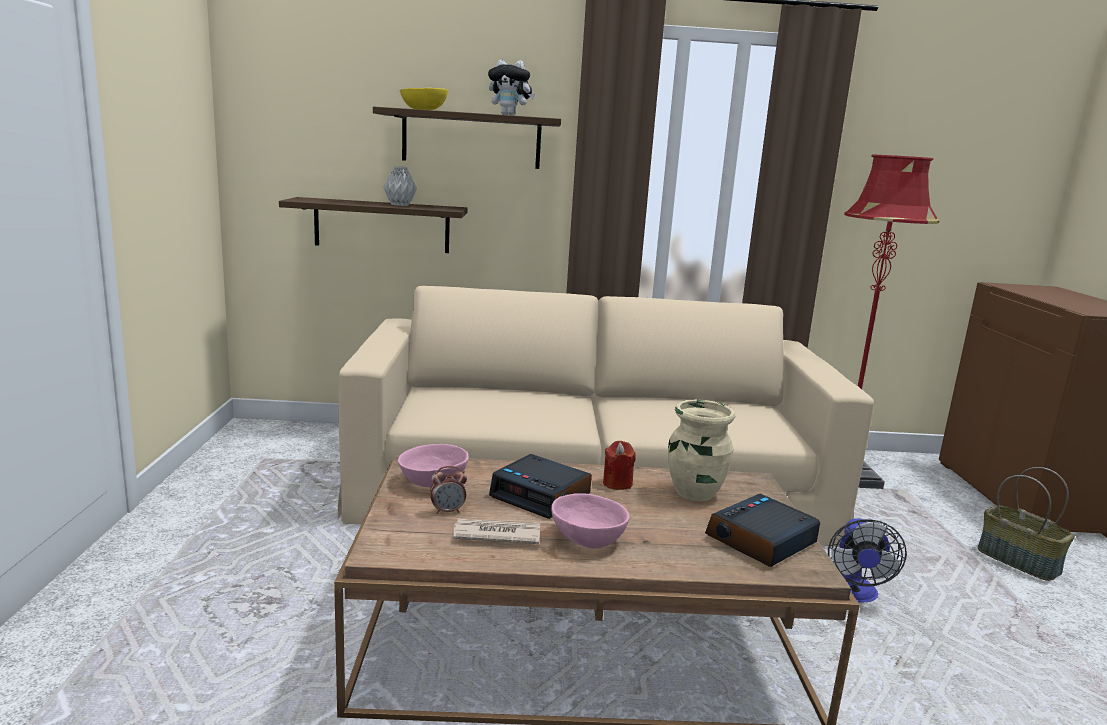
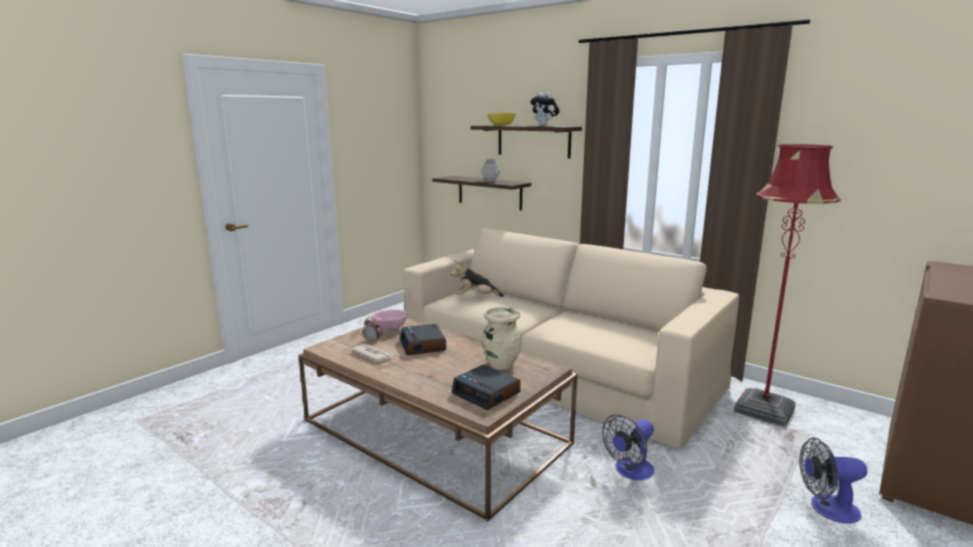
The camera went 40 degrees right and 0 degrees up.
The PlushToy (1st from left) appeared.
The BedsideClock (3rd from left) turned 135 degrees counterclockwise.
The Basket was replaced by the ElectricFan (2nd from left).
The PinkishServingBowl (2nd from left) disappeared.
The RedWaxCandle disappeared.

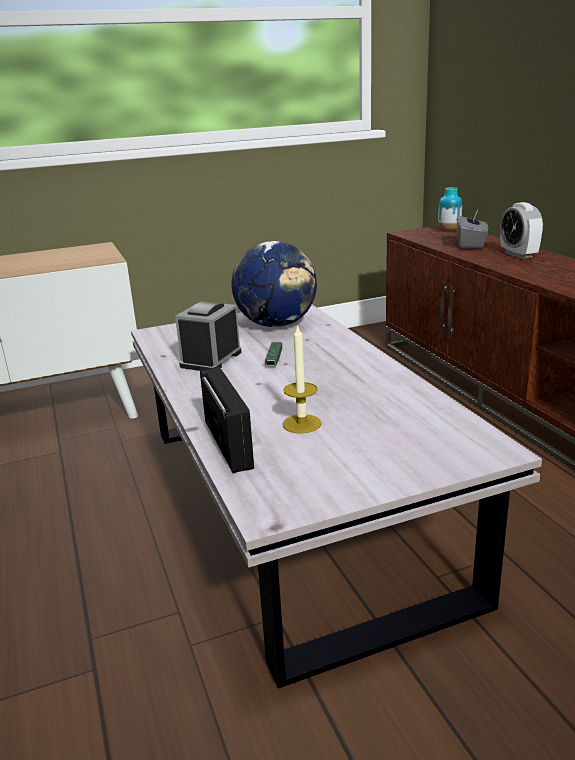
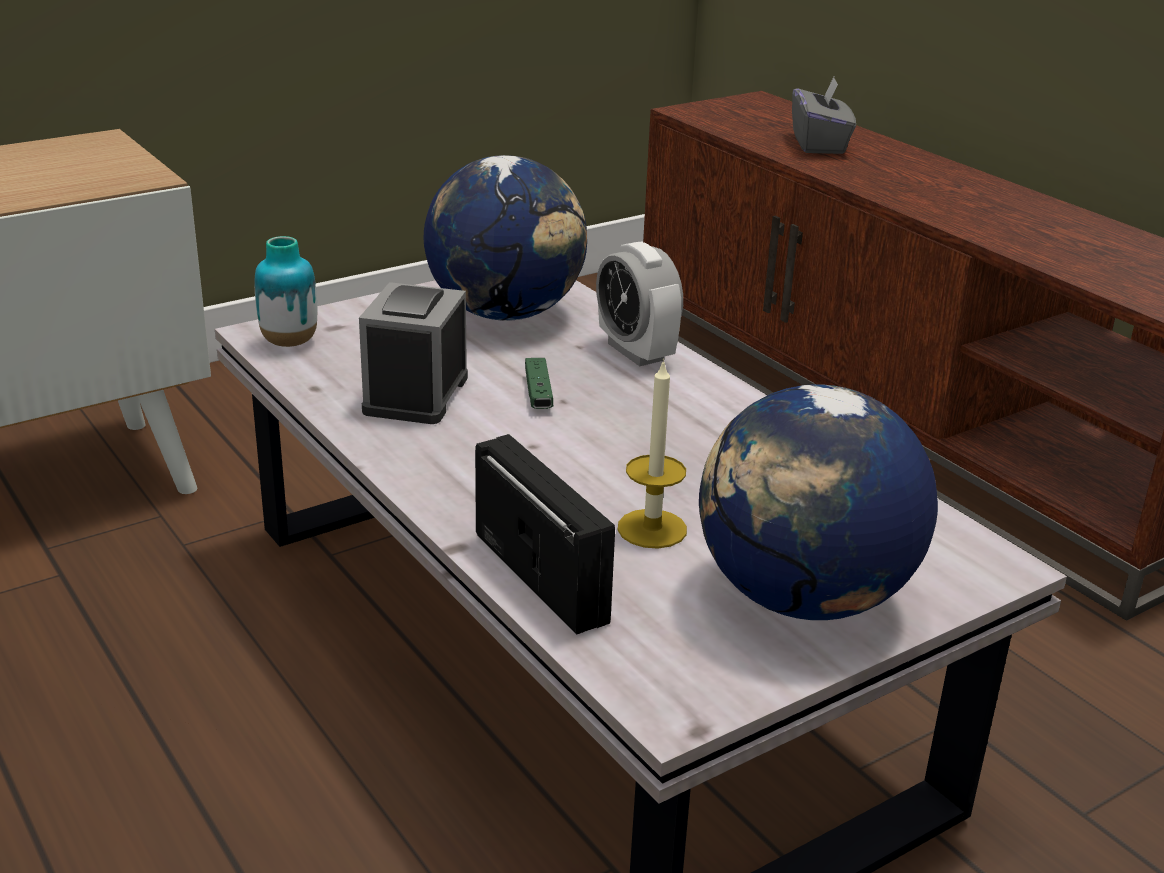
The camera went 15 degrees left and 5 degrees up.
The FlowerVase moved.
The BedsideClock (2nd from left) moved.
The DeskGlobe (2nd from left) appeared.

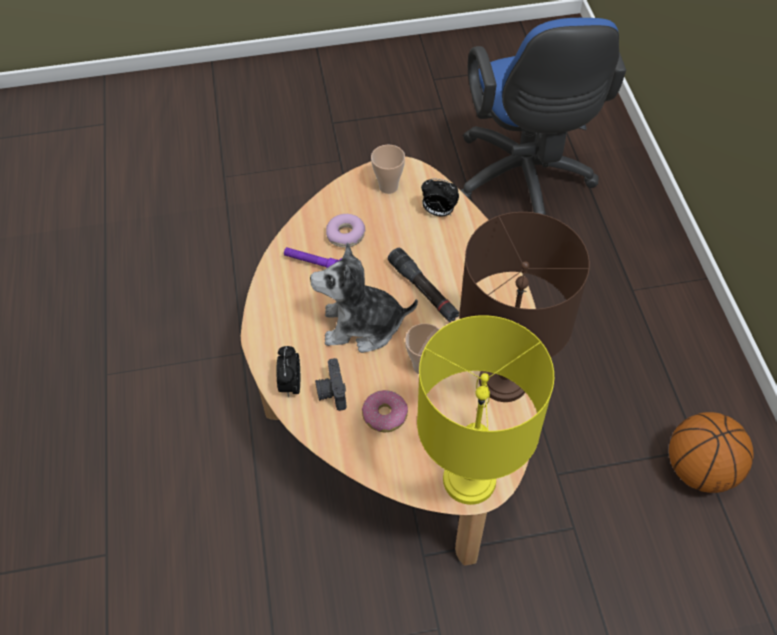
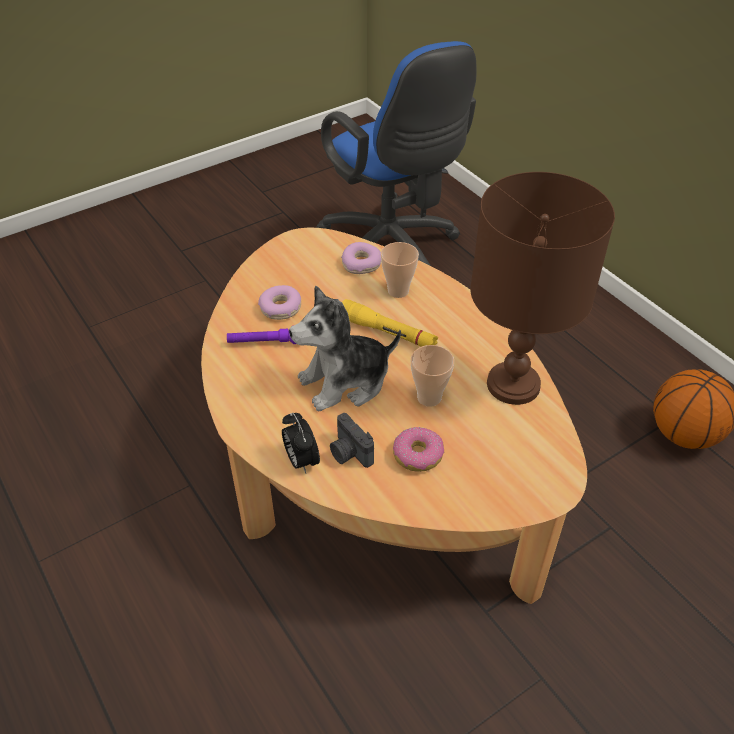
The camera went 25 degrees left and 10 degrees down.
The BedsideClock (2nd from left) was replaced by the Doughnut (2nd from left).
The BlackishHandTorch became the YellowColouredHandTorch.
The DrinkingCup (1st from left) moved.
The YellowColouredTableLamp disappeared.

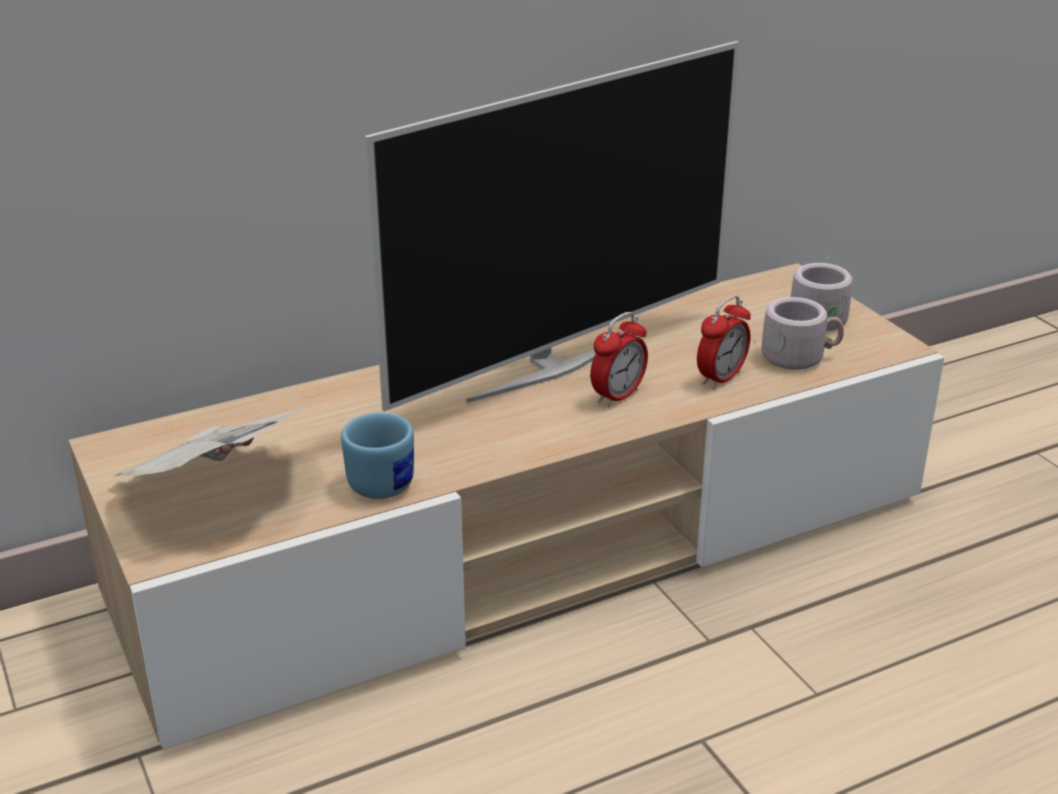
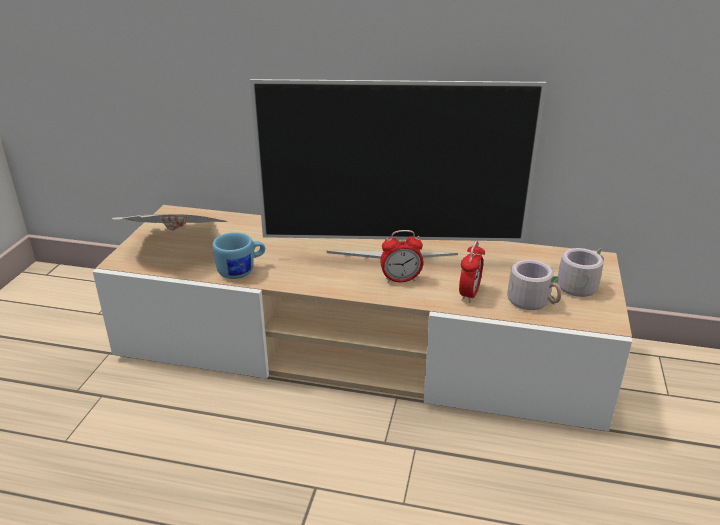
The camera went 40 degrees right and 0 degrees up.
The BedsideClock (2nd from left) turned 60 degrees counterclockwise.

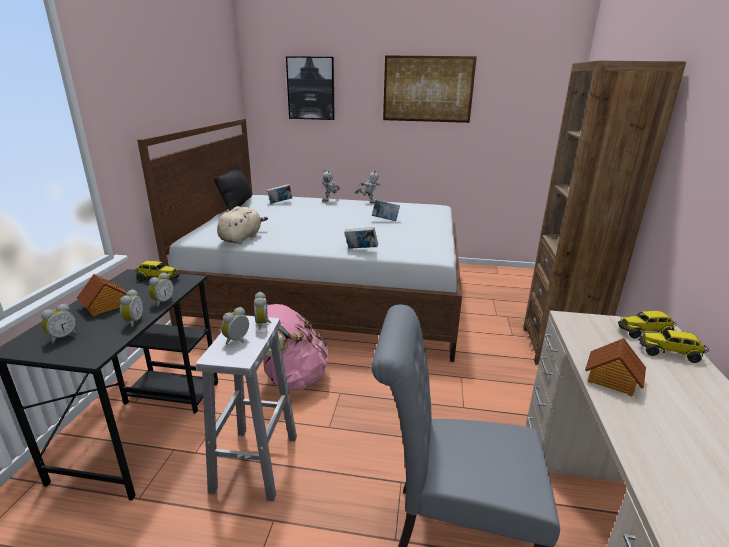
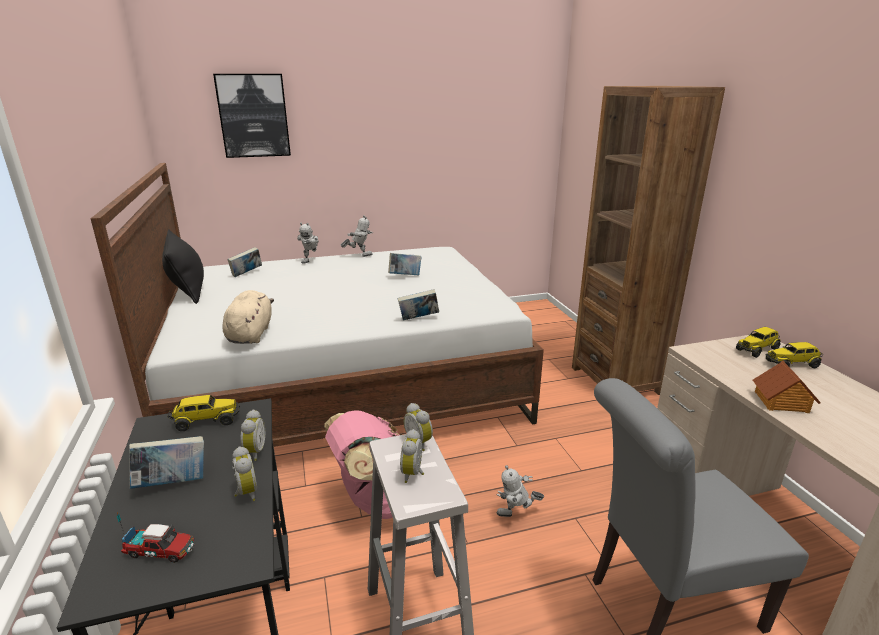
The camera went 25 degrees left and 0 degrees up.
The BedsideClock (1st from left) was replaced by the ToyTruck (1st from left).
The ToyHouse (1st from left) was replaced by the Book (1st from left).
The RobotFigure (3rd from left) appeared.
The WallArt (2nd from left) disappeared.

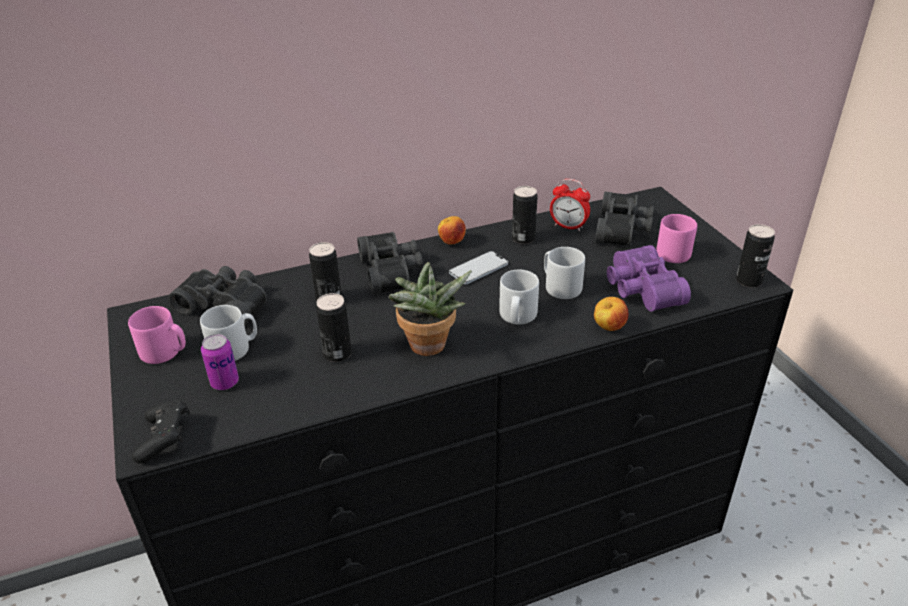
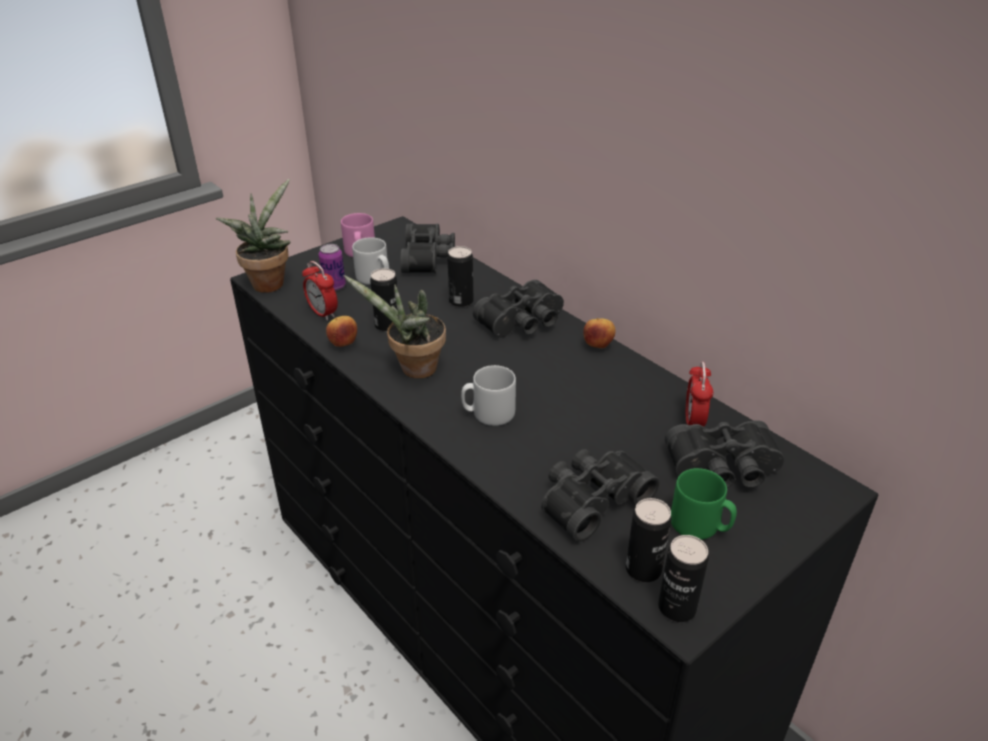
The camera went 70 degrees right and 0 degrees up.
The BlackishJoypad was replaced by the Houseplant (1st from left).
The BedsideClock (1st from left) appeared.
The AppleFruit (2nd from left in the first image) moved.
The PurpleColouredFieldGlasses became the BlackishFieldGlasses (3rd from left).
The Can (4th from left) moved.
The PinkishCoffeeMug (2nd from left) became the GreenCoffeeMug.
The Phone disappeared.
The GrayCoffeeMug (3rd from left) disappeared.

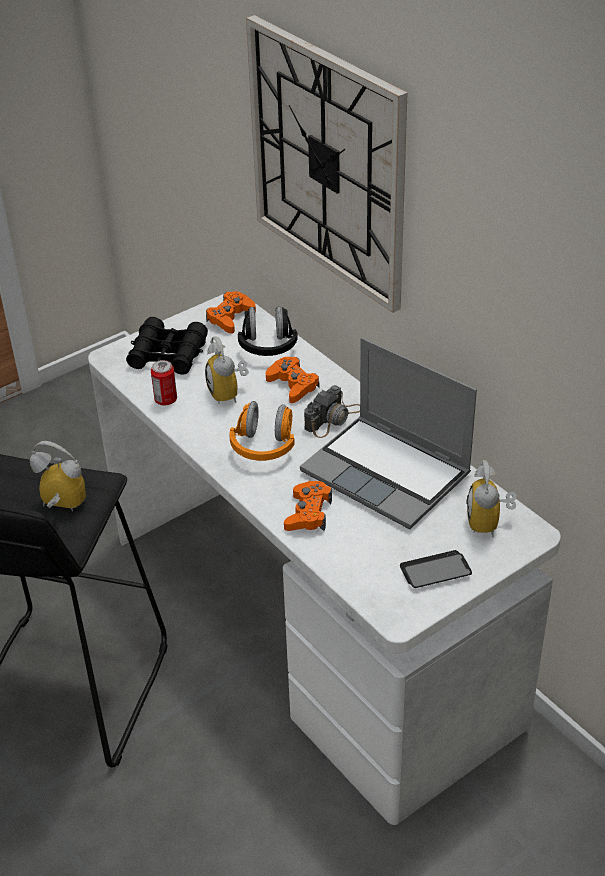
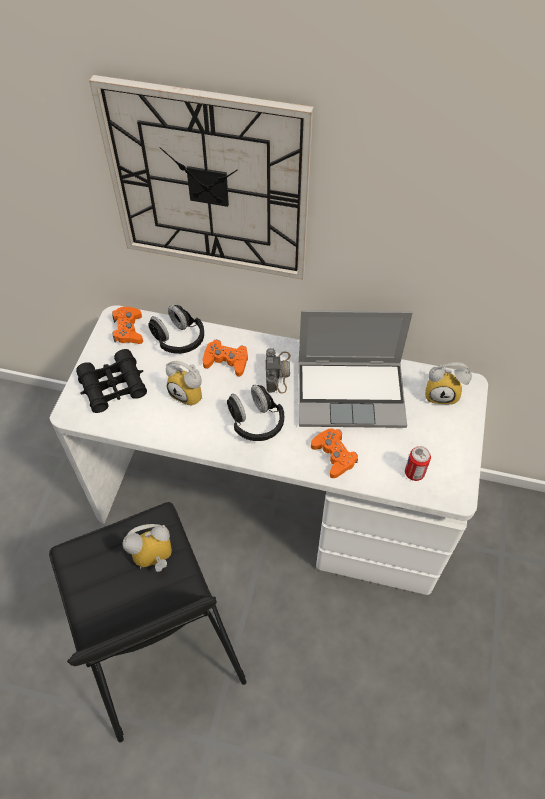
The camera went 40 degrees left and 15 degrees up.
The OrangeHeadset became the BlackishHeadset (2nd from left).
The Can moved.
The BedsideClock (3rd from left) turned 45 degrees counterclockwise.
The Phone disappeared.

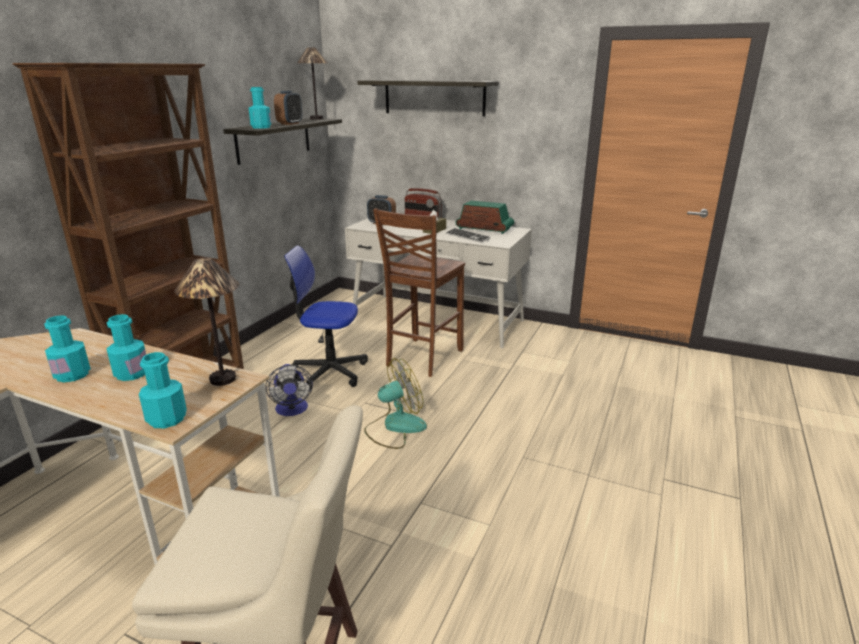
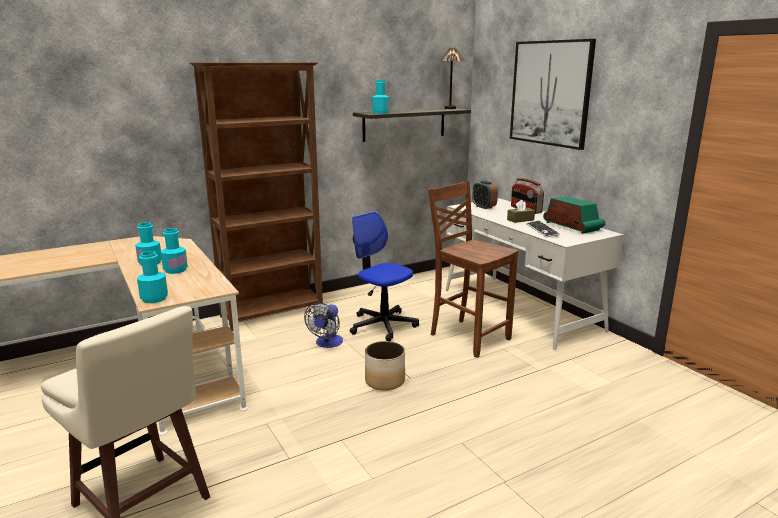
The camera went 35 degrees right and 5 degrees down.
The ElectricFan (2nd from left) was replaced by the PlantPot.
The BrownishUprightChair turned 75 degrees clockwise.
The WallShelf (2nd from left) was replaced by the WallArt.
The TableLamp (1st from left) disappeared.
The BedsideClock (1st from left) disappeared.

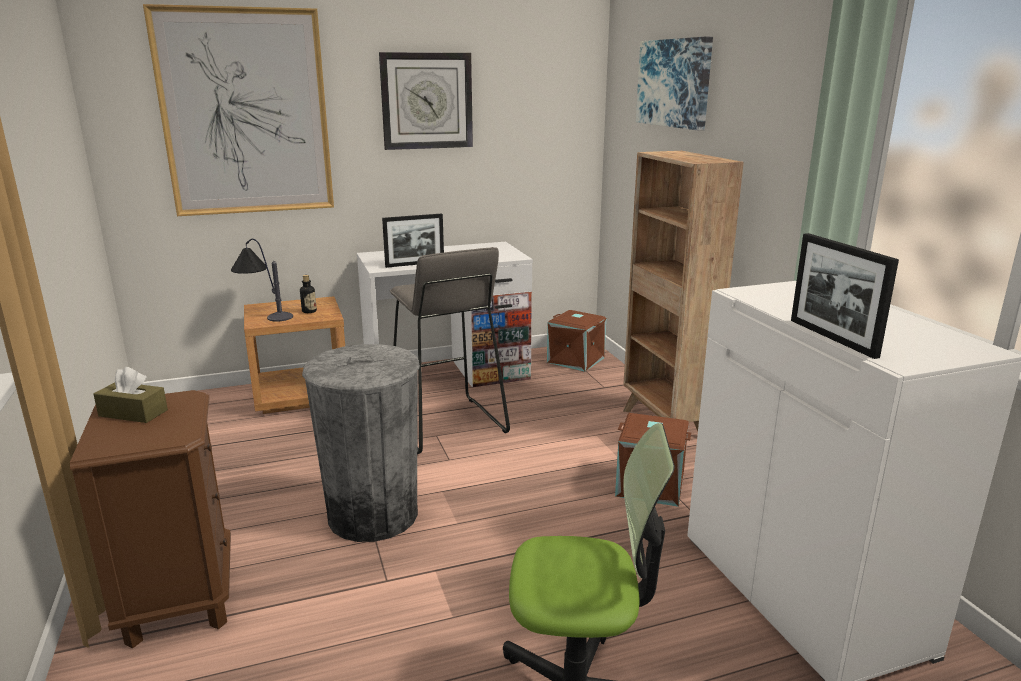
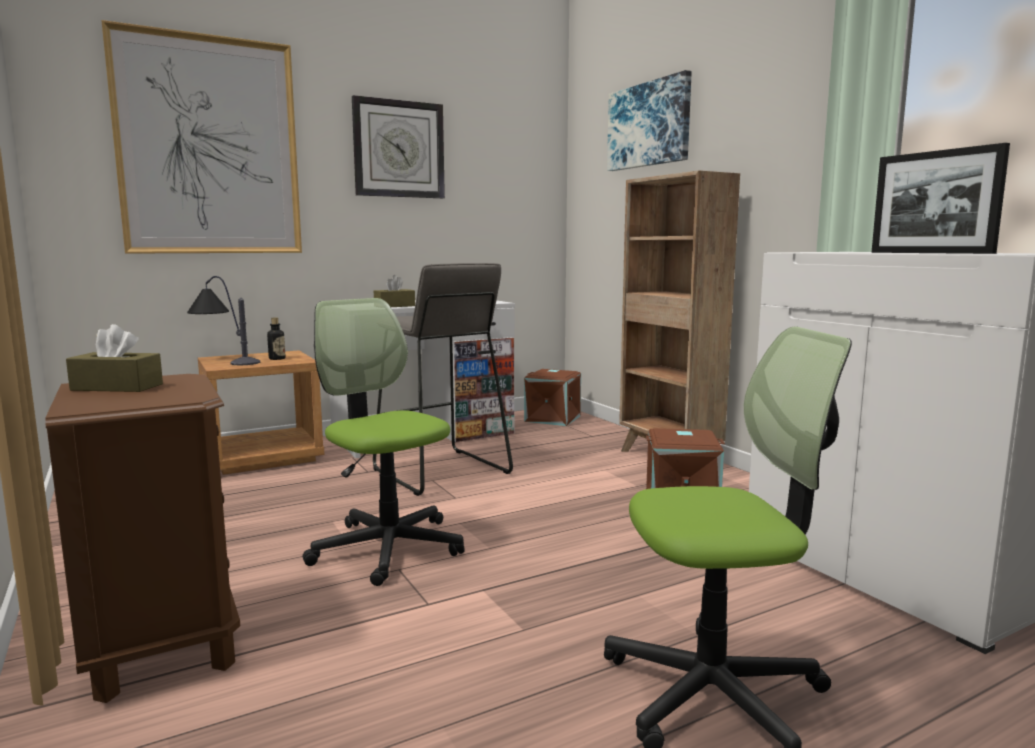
The camera went 10 degrees left and 10 degrees down.
The GrayRubbishBin was replaced by the OfficeChair (1st from left).
The StandingFrame (1st from left) was replaced by the BrownishBoxOfTissues (2nd from left).

